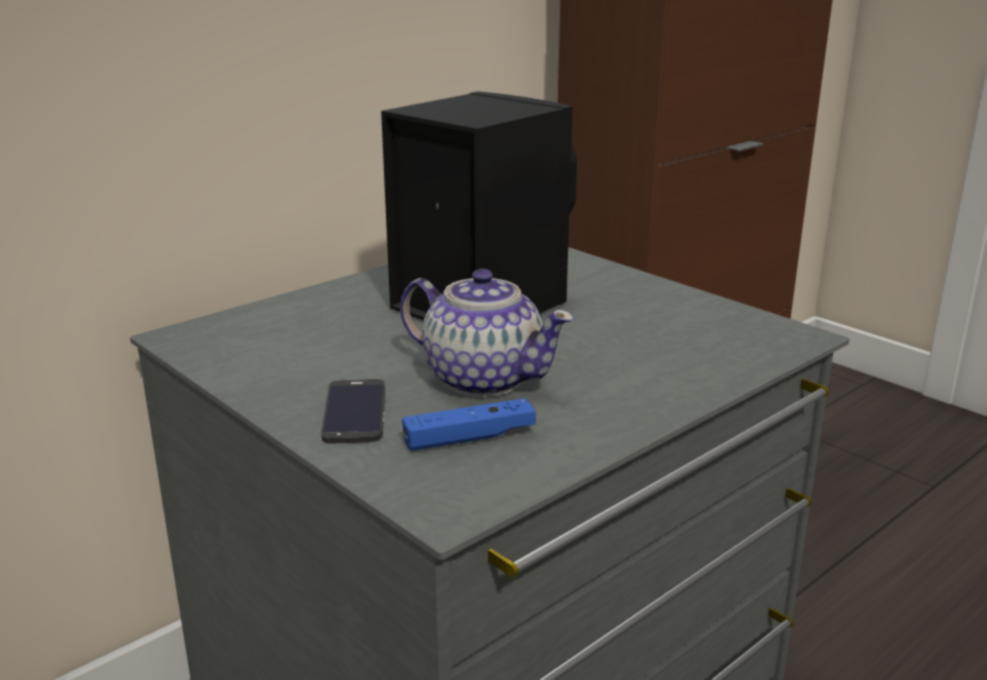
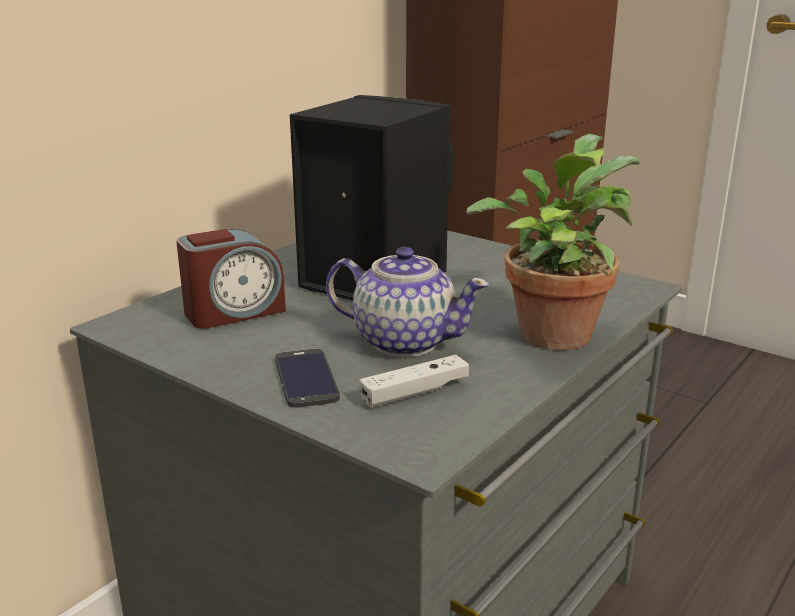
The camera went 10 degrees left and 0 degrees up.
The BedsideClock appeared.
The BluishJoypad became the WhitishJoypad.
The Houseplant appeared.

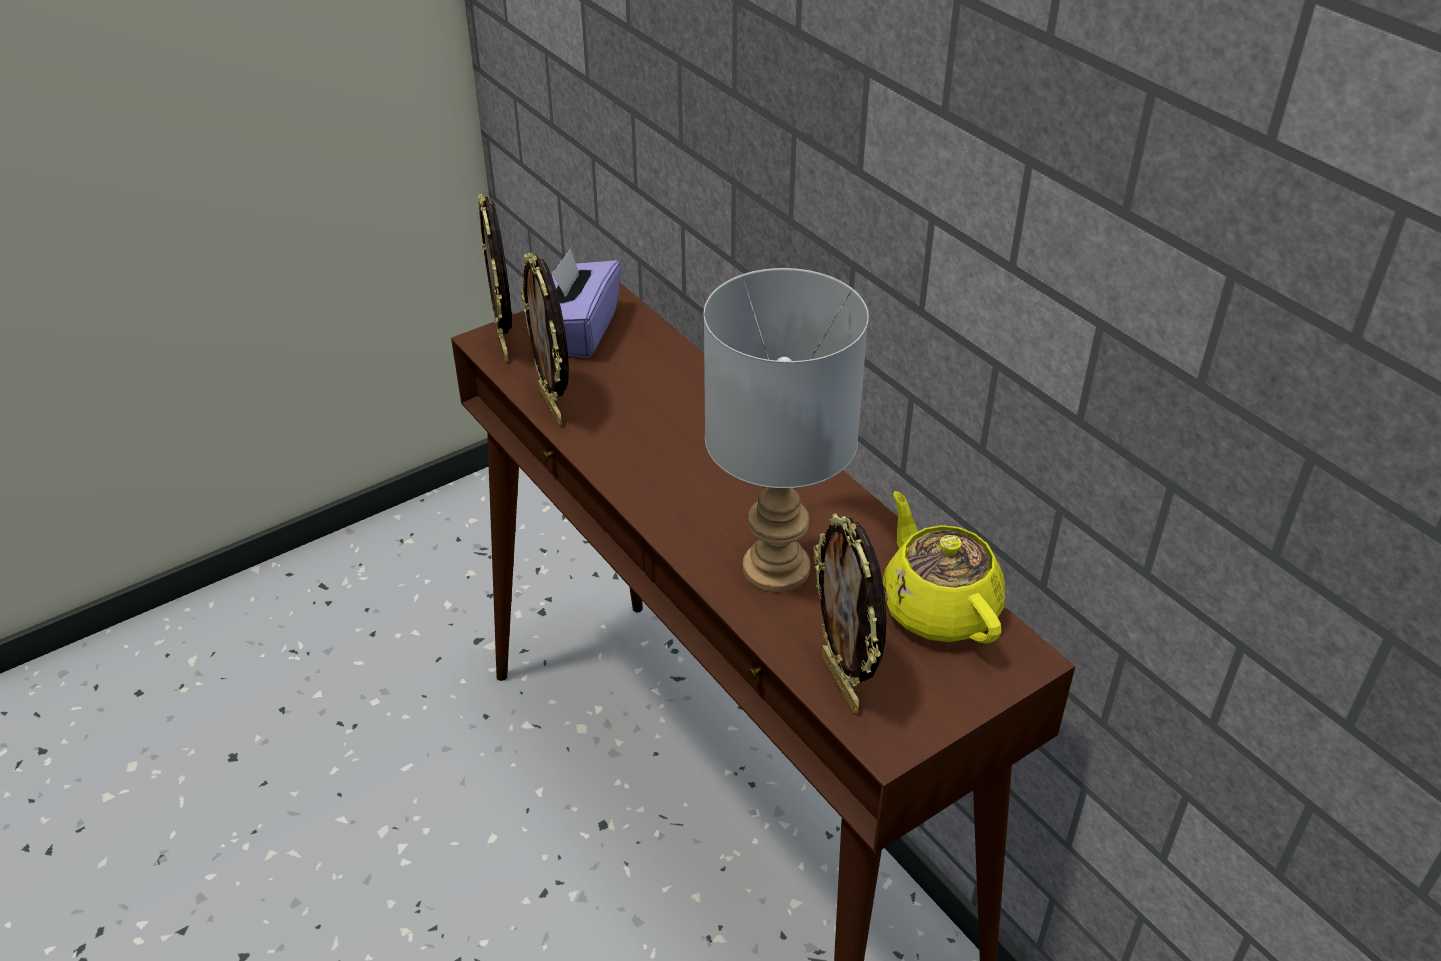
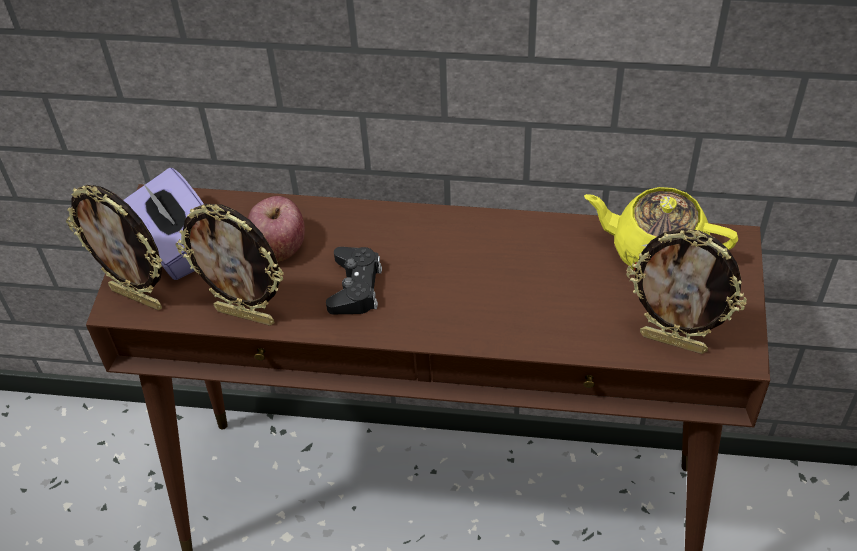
The camera went 45 degrees left and 10 degrees up.
The AppleFruit appeared.
The BlackishJoypad appeared.
The GrayTableLamp disappeared.

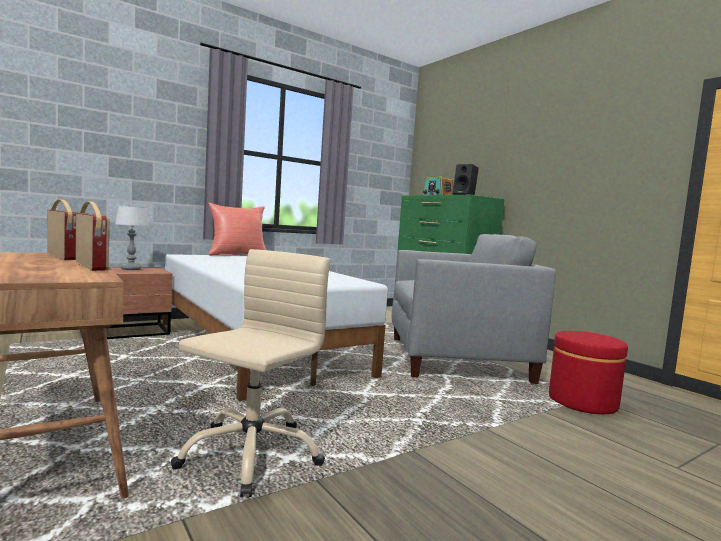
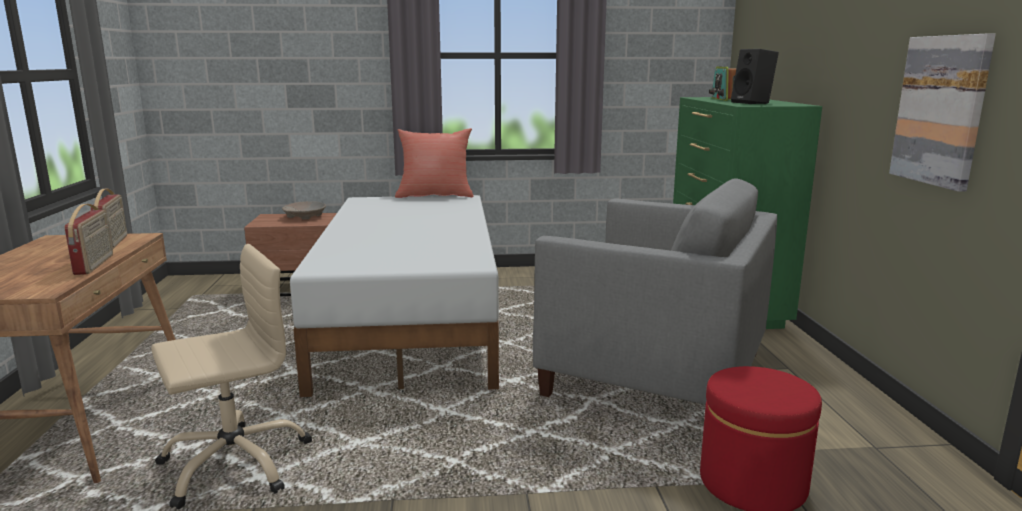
The camera went 30 degrees right and 10 degrees up.
The TableLamp was replaced by the BeigeColouredServingBowl.
The WallArt appeared.

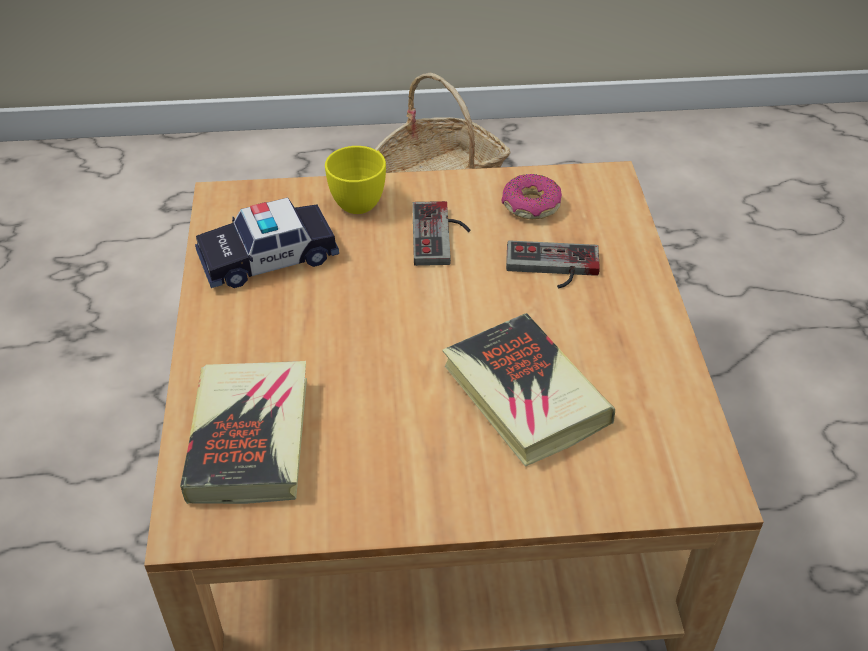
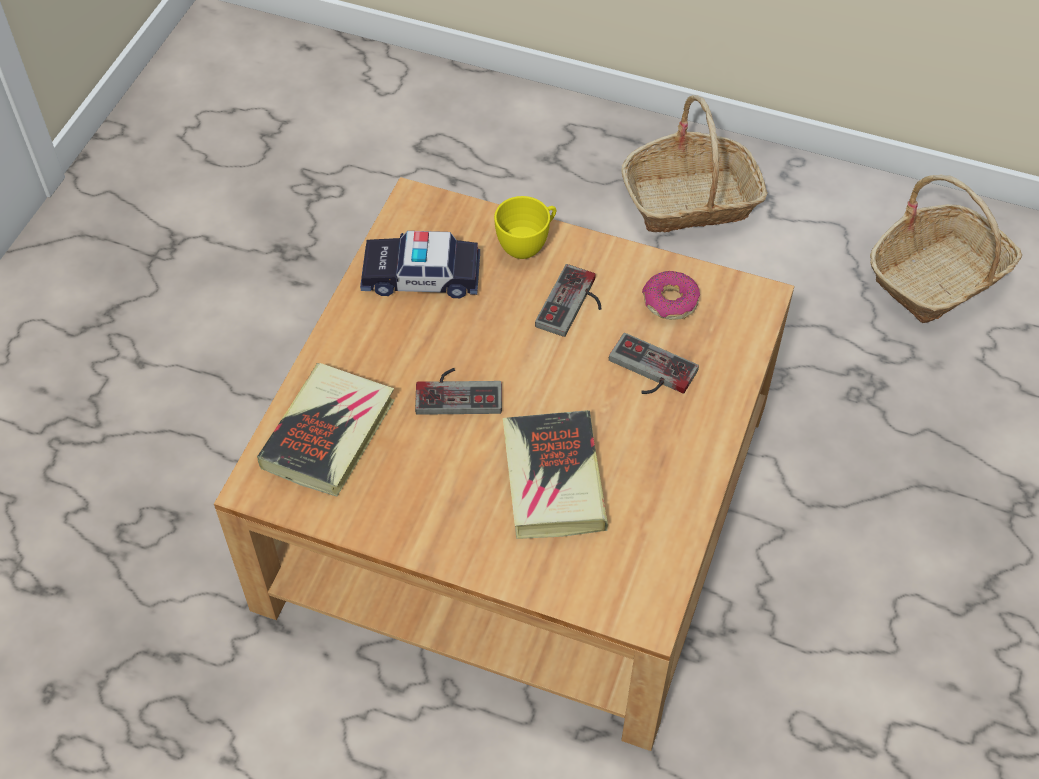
The camera went 25 degrees right and 10 degrees up.
The Joypad (1st from left) appeared.
The Basket (2nd from left) appeared.

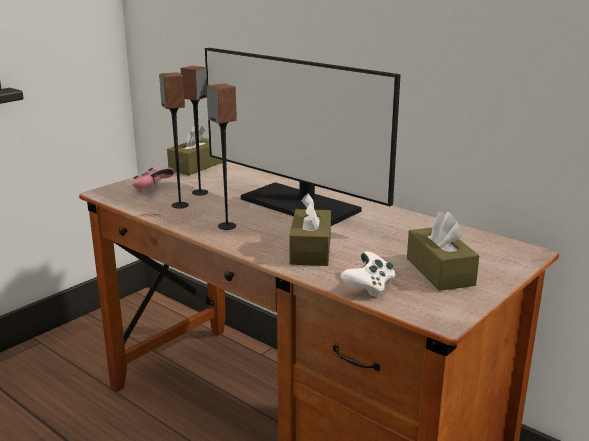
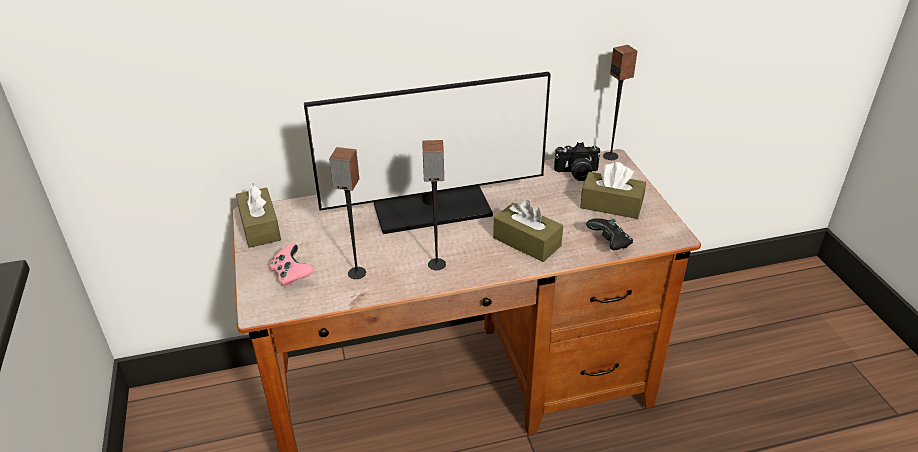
The camera went 55 degrees left and 15 degrees up.
The PhotoCamera appeared.
The WhitishJoypad became the BlackishJoypad.
The Speaker (2nd from left in the first image) moved.

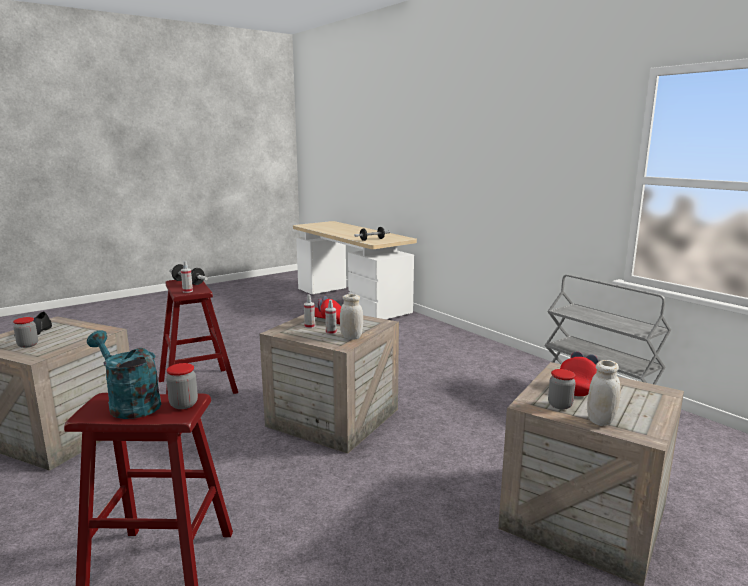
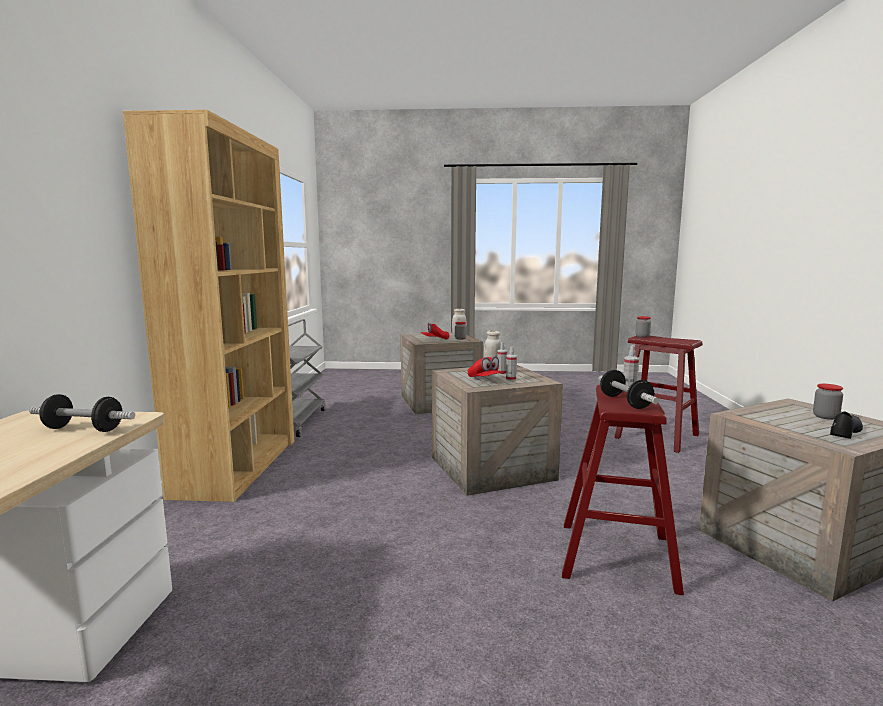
The camera went 140 degrees left and 5 degrees down.
The BrownishBookcase appeared.
The TurquoiseWateringPot disappeared.

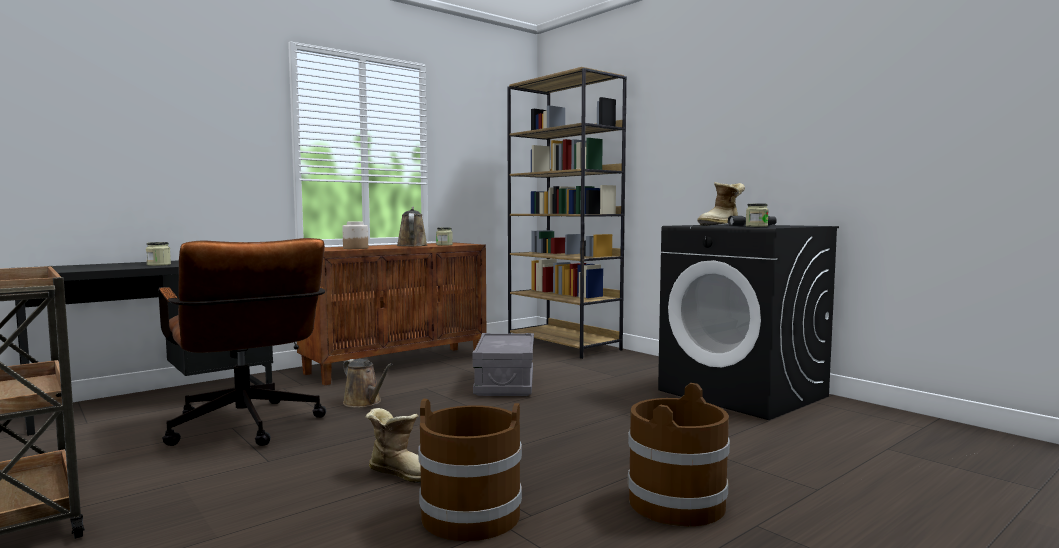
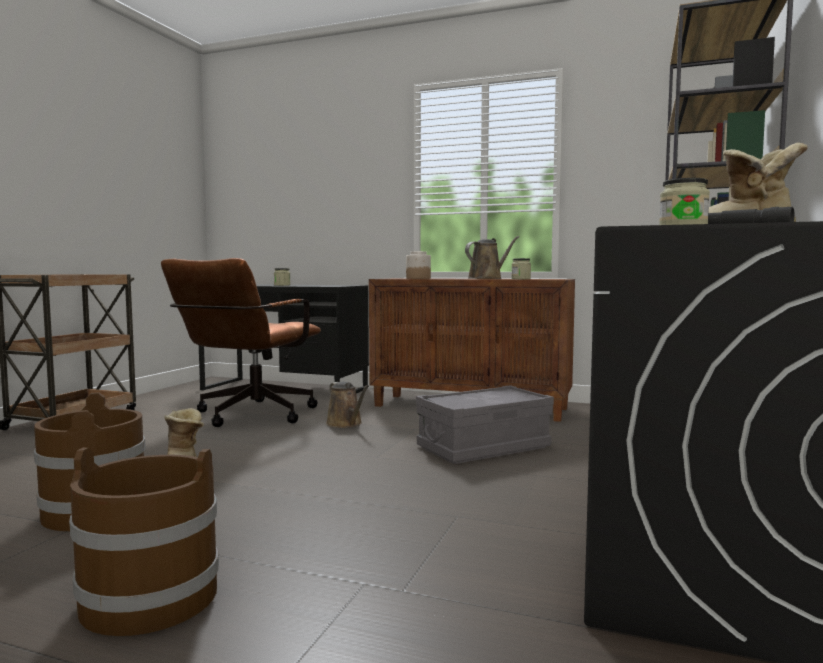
The camera went 60 degrees right and 0 degrees up.
The BrownishWateringPot (1st from left) turned 45 degrees counterclockwise.

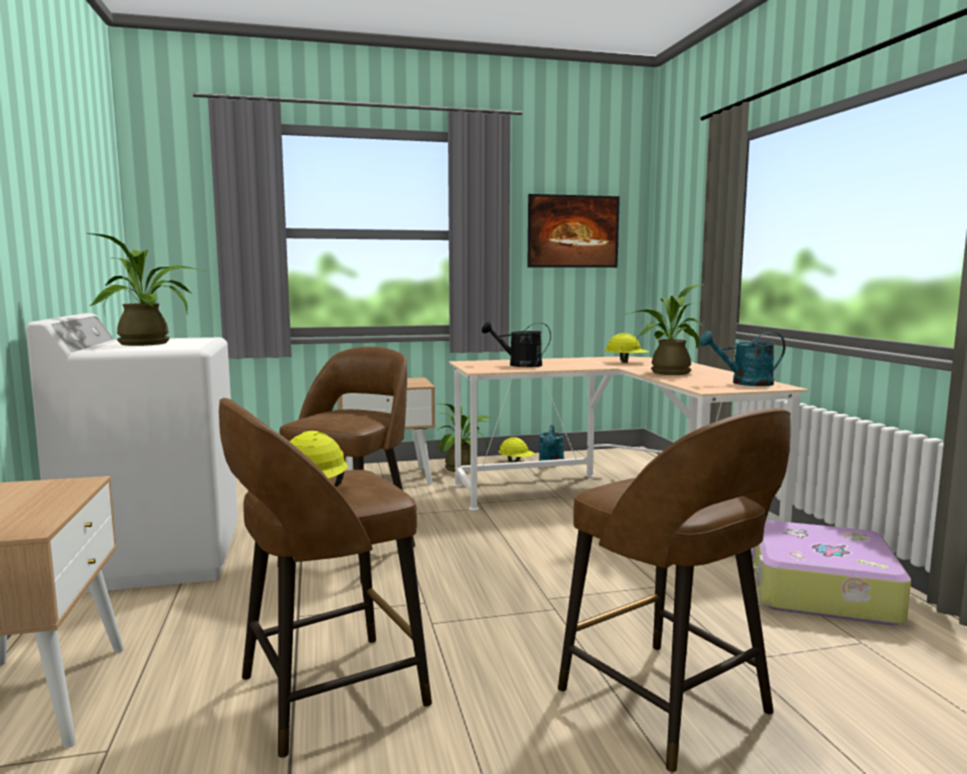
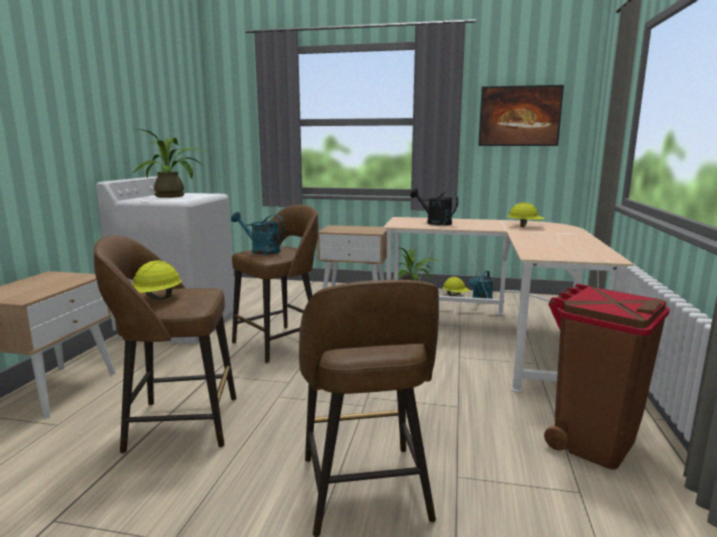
The camera went 25 degrees right and 5 degrees up.
The TurquoiseWateringPot (2nd from left in the first image) moved.
The Suitcase was replaced by the BrownishRubbishBin.
The Houseplant (3rd from left) disappeared.

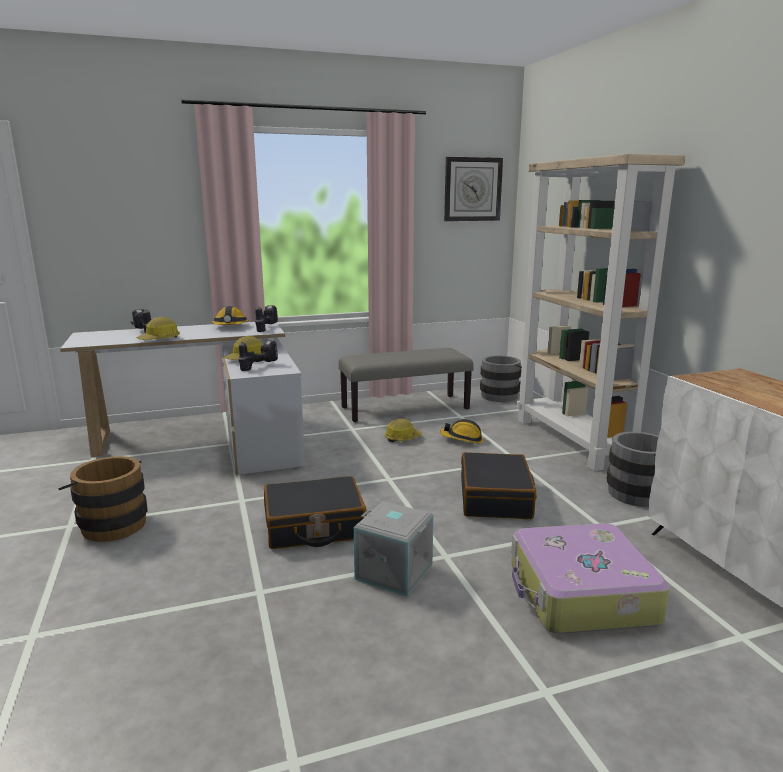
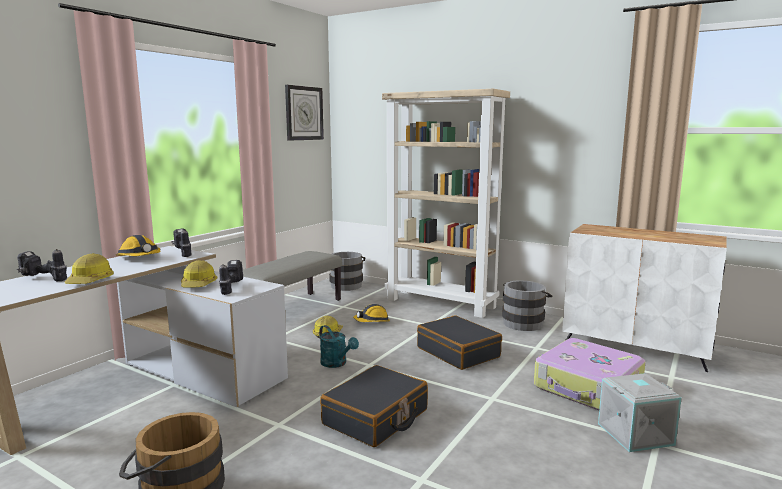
The camera went 40 degrees left and 5 degrees down.
The TurquoiseWateringPot appeared.
The GrayStorageContainer moved.

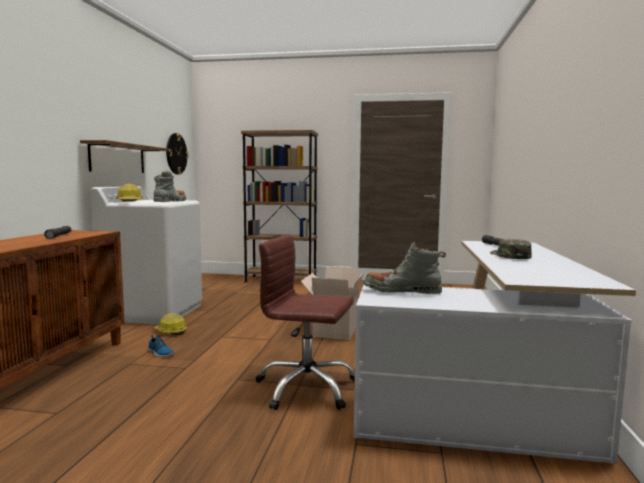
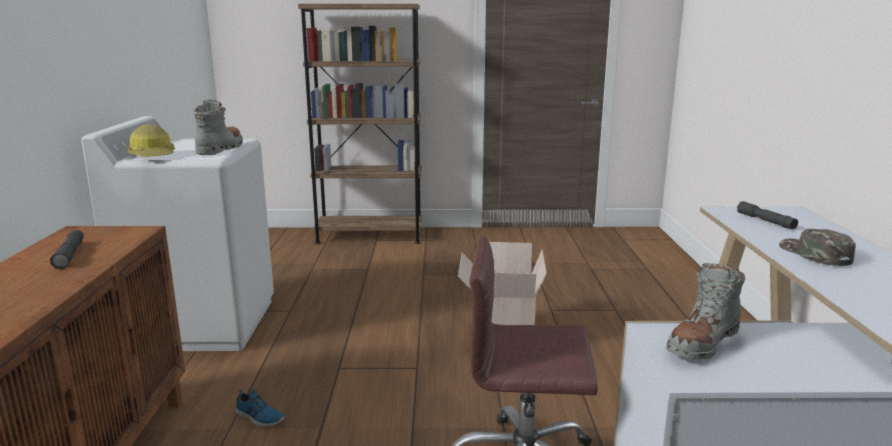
The camera went 10 degrees left and 10 degrees up.
The GrayHighTopBoot (2nd from left) turned 45 degrees counterclockwise.
The WallShelf disappeared.
The HardHat (2nd from left) disappeared.
The WallClock disappeared.

